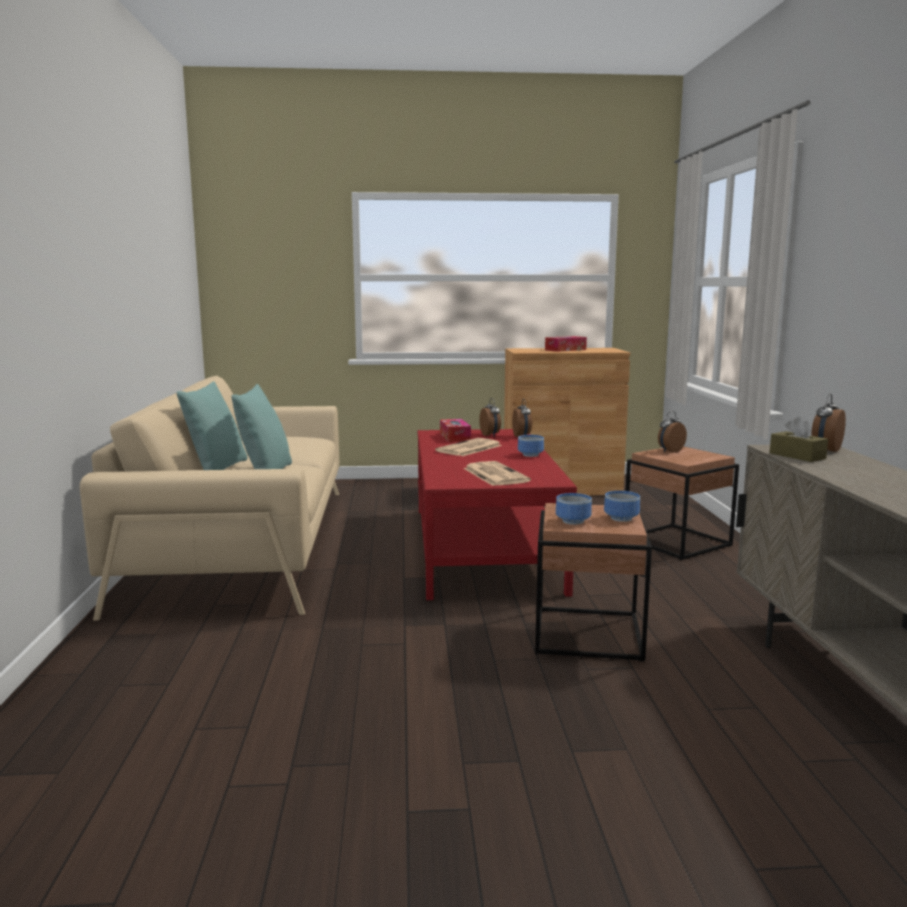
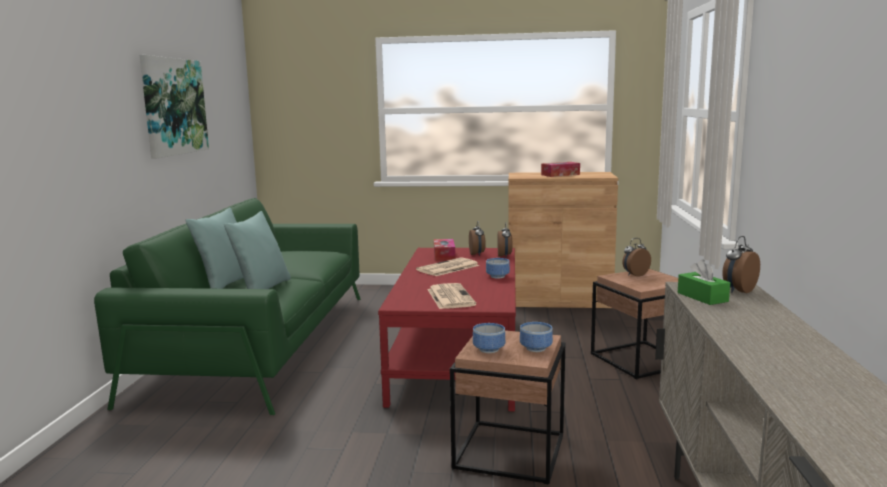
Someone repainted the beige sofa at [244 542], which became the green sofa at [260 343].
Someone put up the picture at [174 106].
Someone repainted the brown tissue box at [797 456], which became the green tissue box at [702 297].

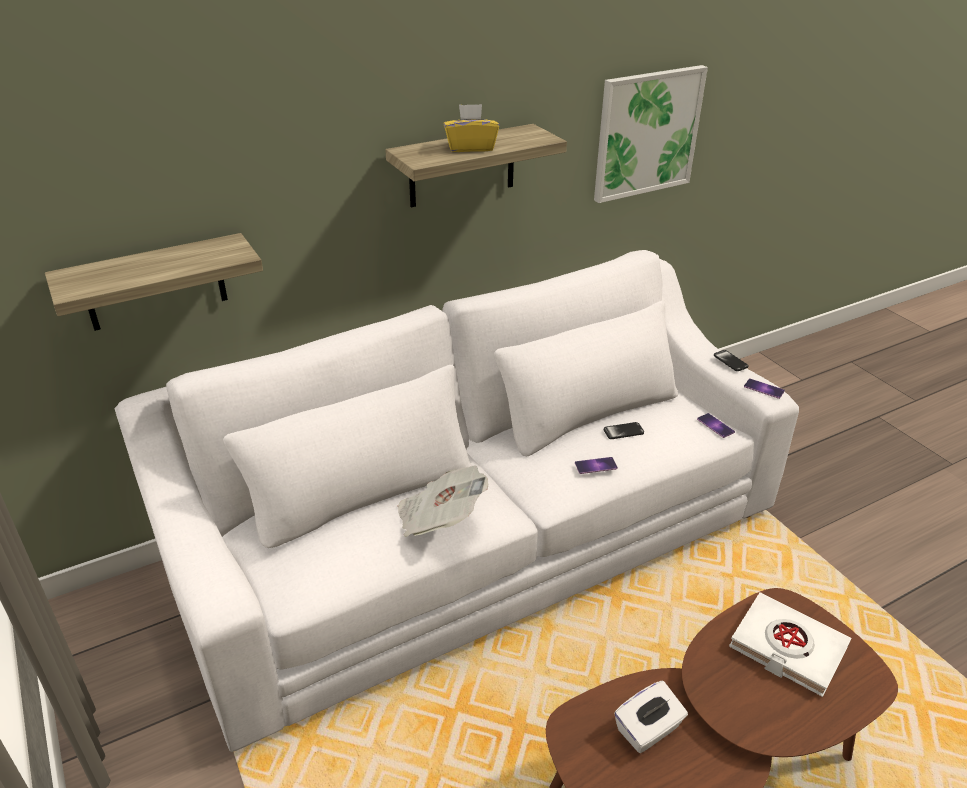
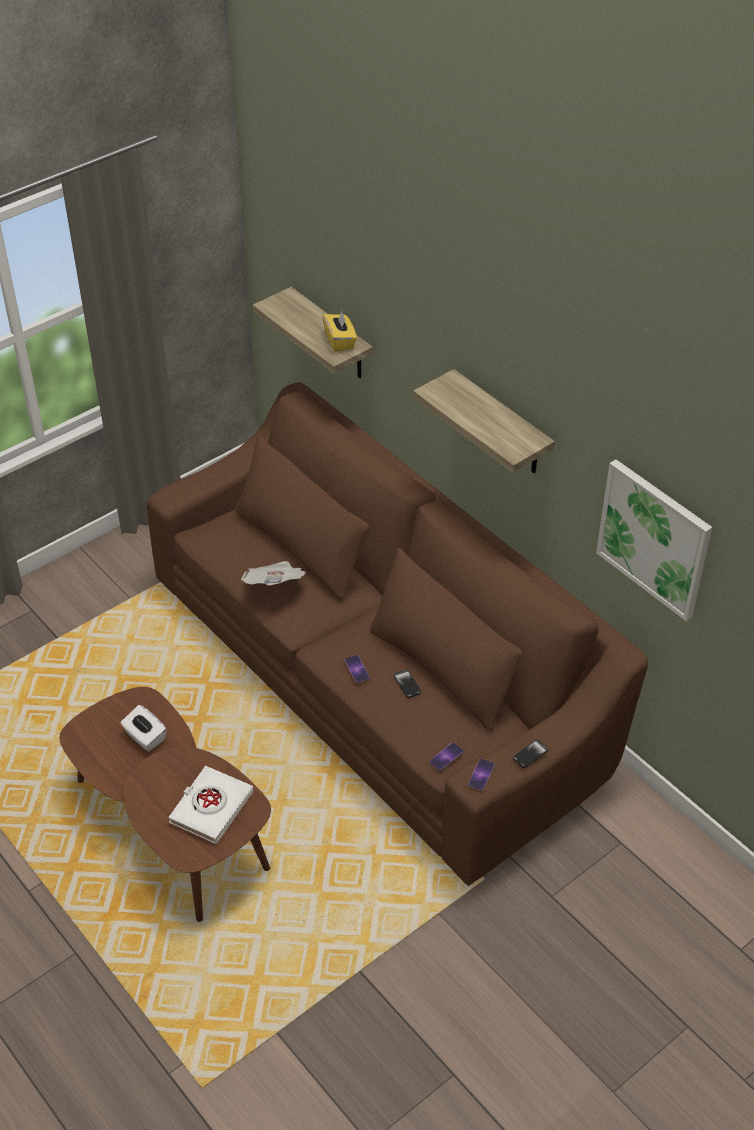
Someone repainted the white sofa at [481 538], which became the brown sofa at [378 674].
Someone carried the yellow tissue box from [470 147] to [340 341].

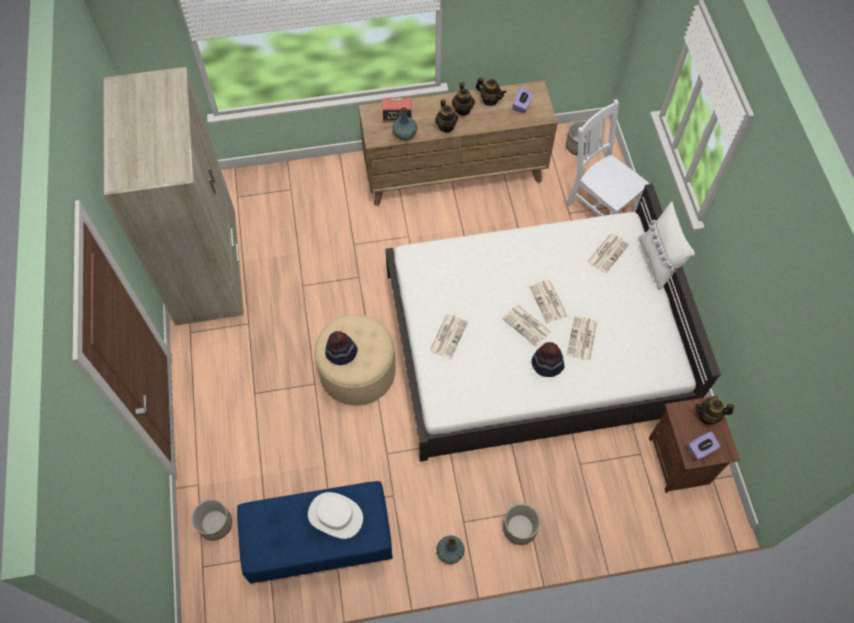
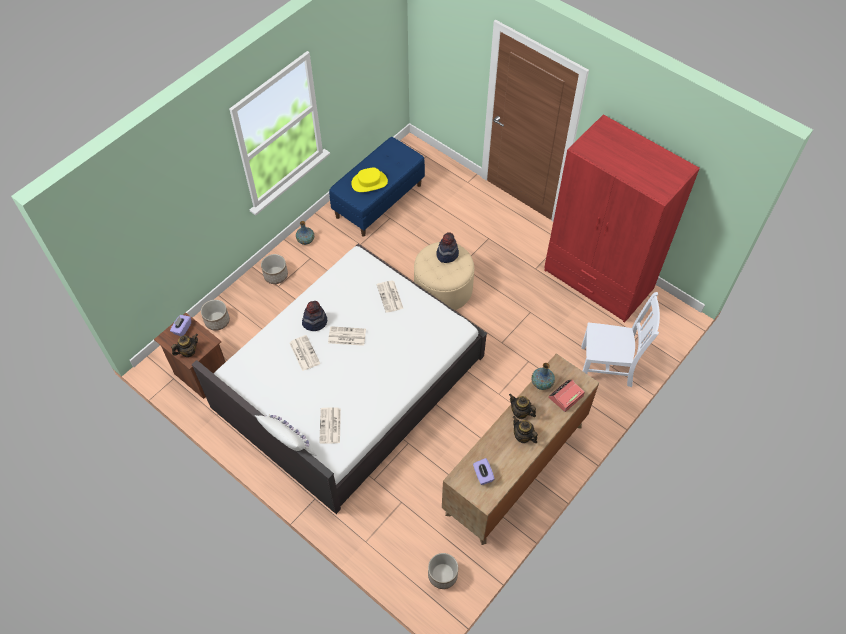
Someone carried the planter from [215 524] to [217 321].
Someone repainted the white hat at [335 515], which became the yellow hat at [369 182].
Someone repainted the beige wardrobe at [207 268], which became the red wardrobe at [598 280].
Someone carried the white chair from [599 206] to [608 366].
Someone took away the teapot at [489 100].
Someone took away the newspaper at [548 301].

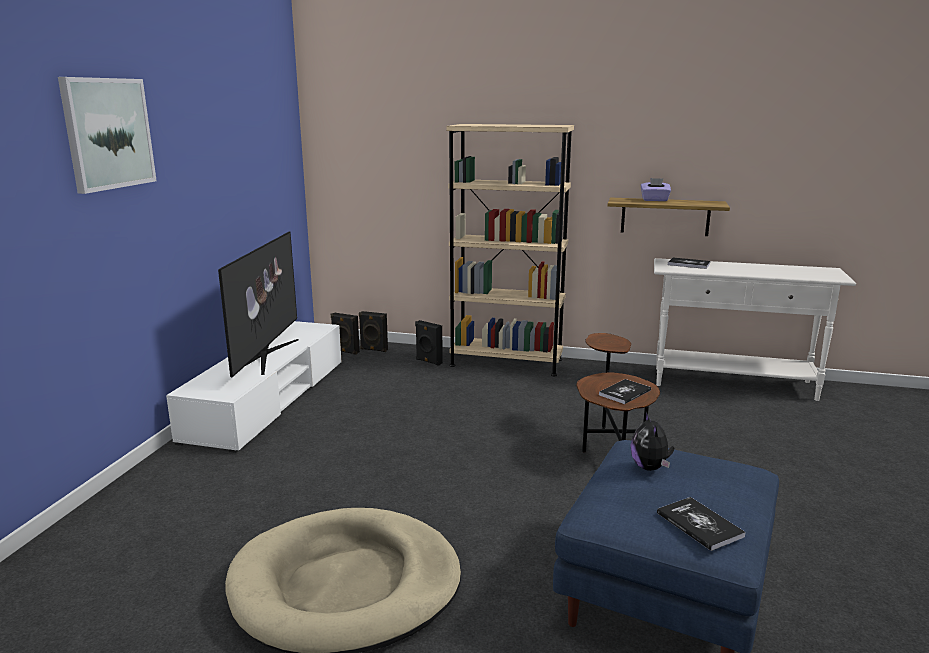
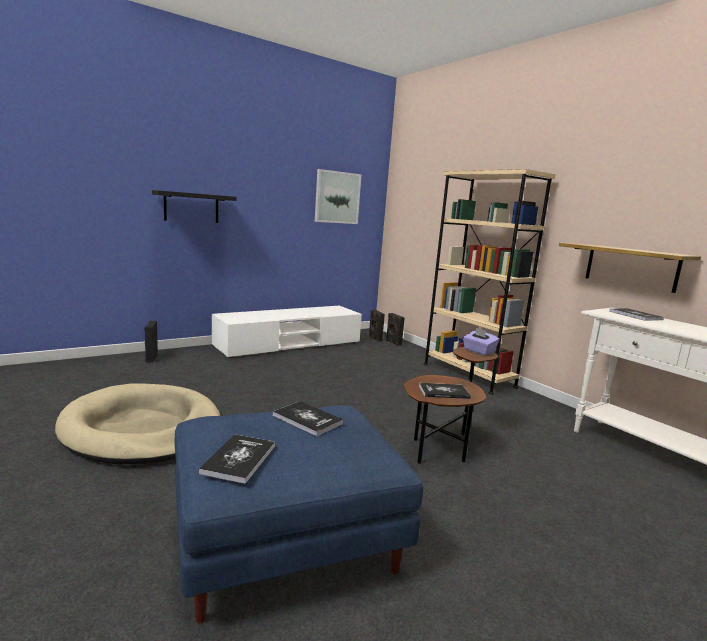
Someone carried the black speaker from [428 361] to [151 358].
Someone put up the black shelf at [191 207].
Someone swapped the plush toy at [650 467] for the book at [307 419].
Someone carried the picture from [108 133] to [337 197].
Someone carried the purple tissue box from [654 200] to [478 351].
Someone took away the television at [266 355].

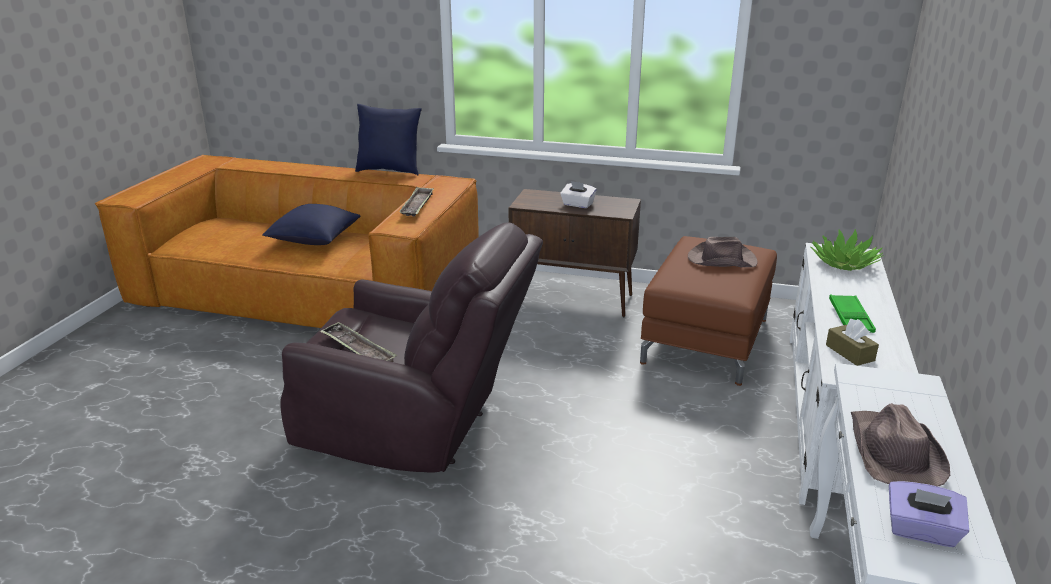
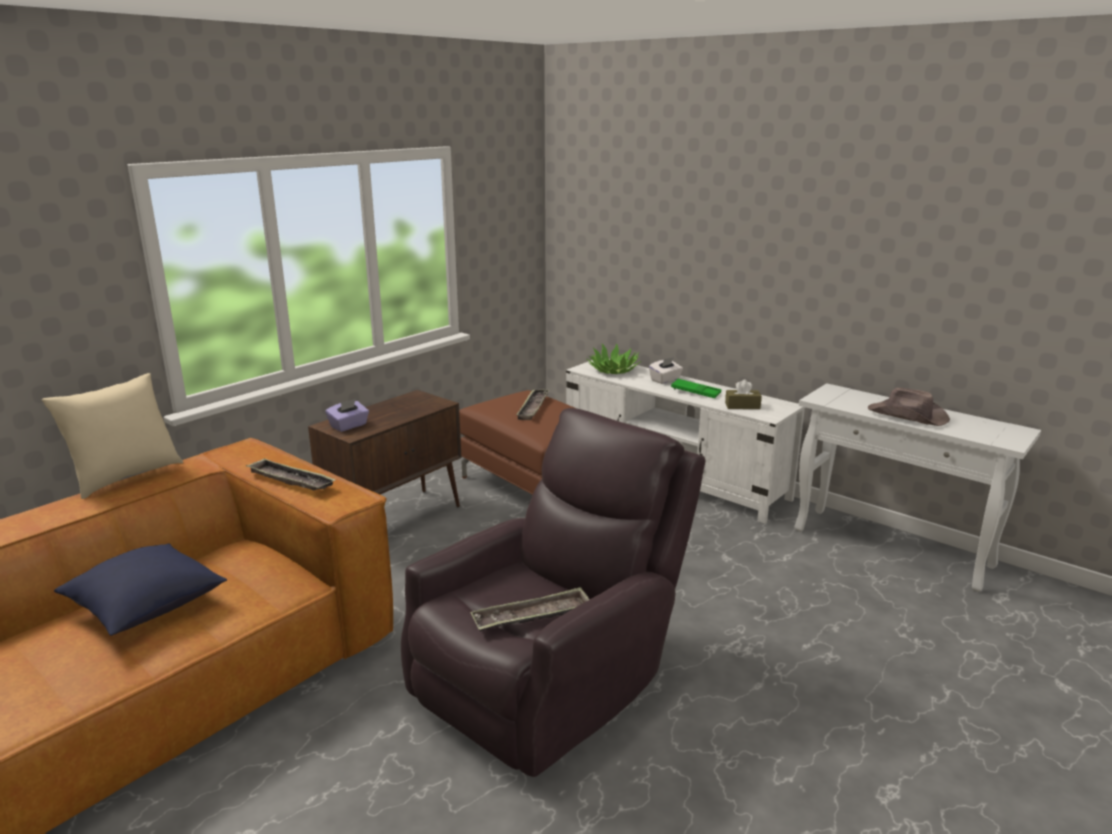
Someone repainted the blue pillow at [390 170], which became the beige pillow at [125 477].
Someone carried the purple tissue box from [921 531] to [349 426].
Someone swapped the brown hat at [721 260] for the tray at [533 407].
Someone carried the white tissue box from [577 204] to [665 380].

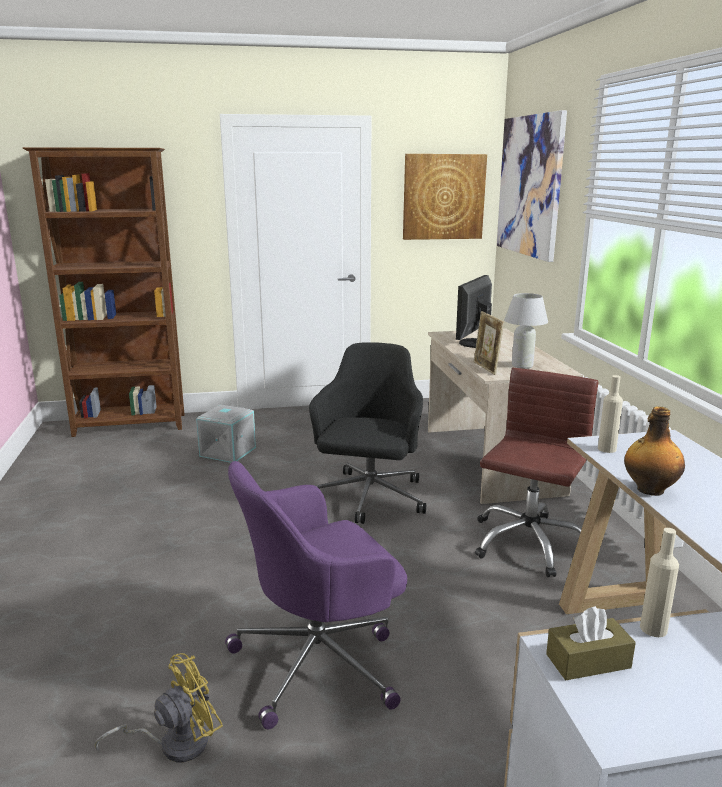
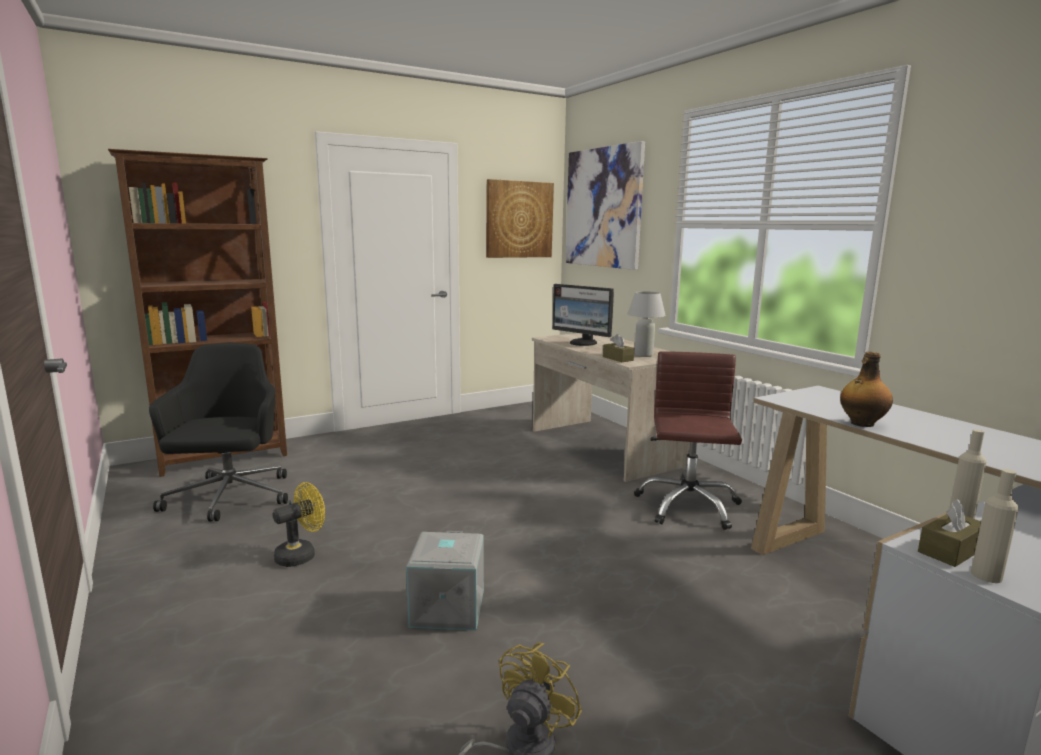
Someone carried the black office chair from [368 498] to [229 498].
Someone put down the yellow fan at [301 555].
Someone carried the grey storage box from [227 451] to [446 608].
Someone rotated the monitor at [474 344] by 60 degrees counterclockwise.
Someone swapped the picture frame at [486 368] for the brown tissue box at [618 358].
Someone carried the beige bottle from [606 449] to [986 576].
Someone took away the purple office chair at [320 661].

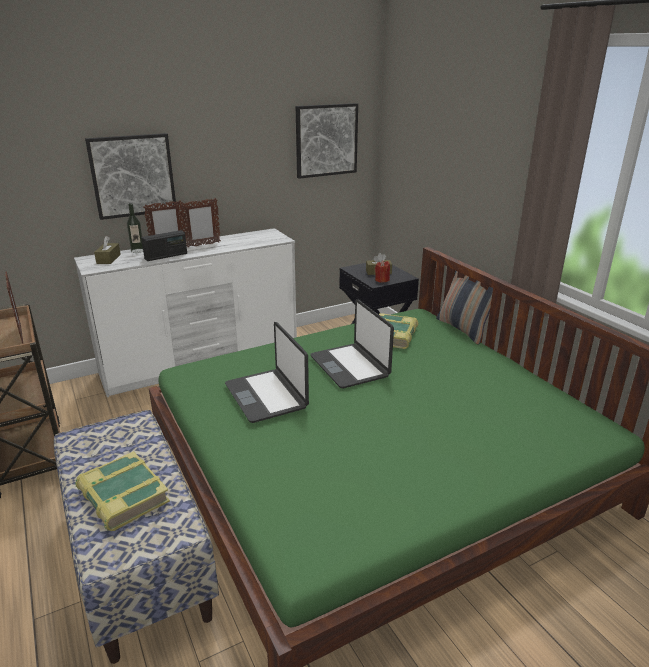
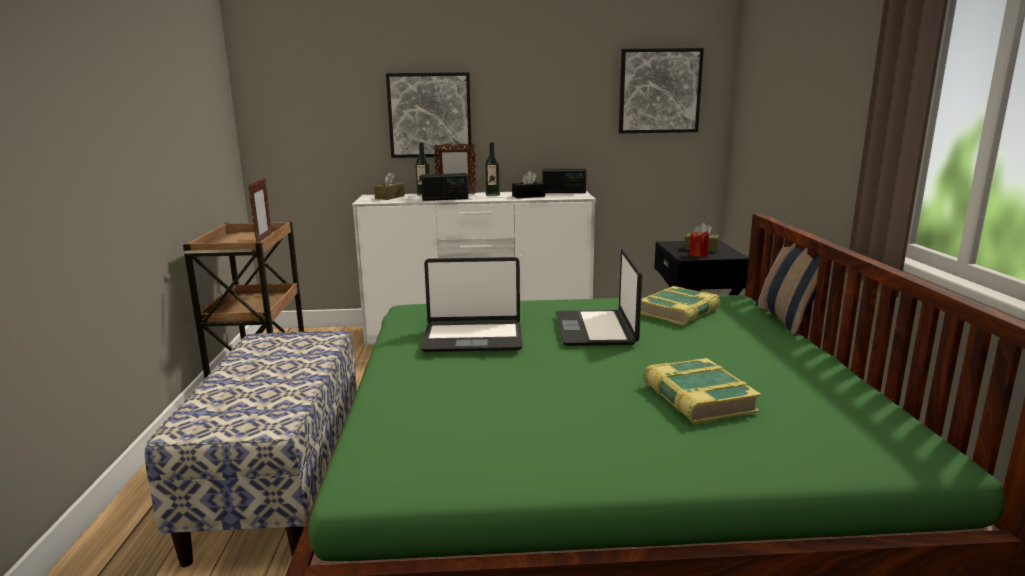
Someone rotated the laptop at [267 396] by 90 degrees counterclockwise.
Someone swapped the picture frame at [203 245] for the bottle at [492 195].
Someone put down the black tissue box at [528 196].
Someone put down the radio at [564 192].
Someone carried the book from [122 497] to [697 399].

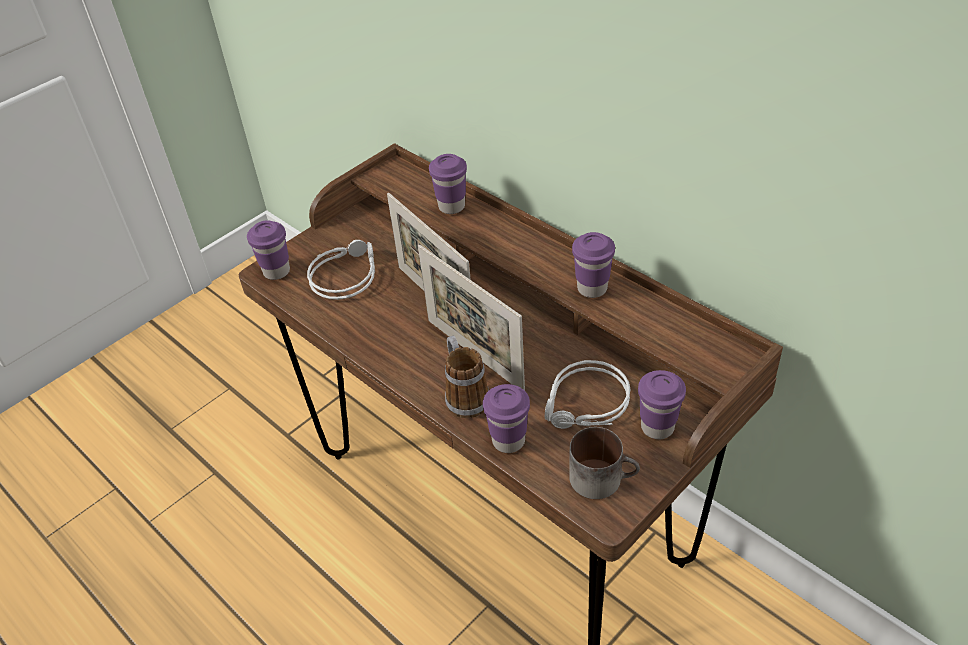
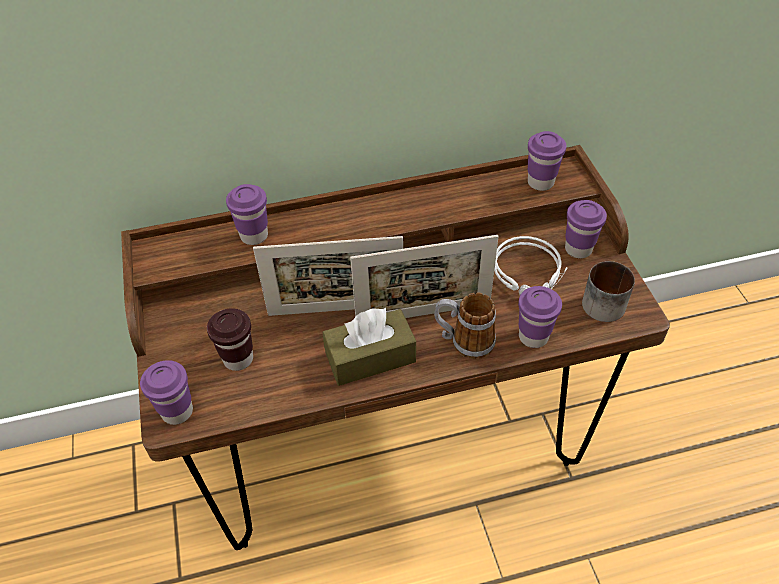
Someone swapped the grey headphones at [345 275] for the brown cup at [238 359].
Someone put down the brown tissue box at [370 357].
Someone carried the purple cup from [592 288] to [540 182].

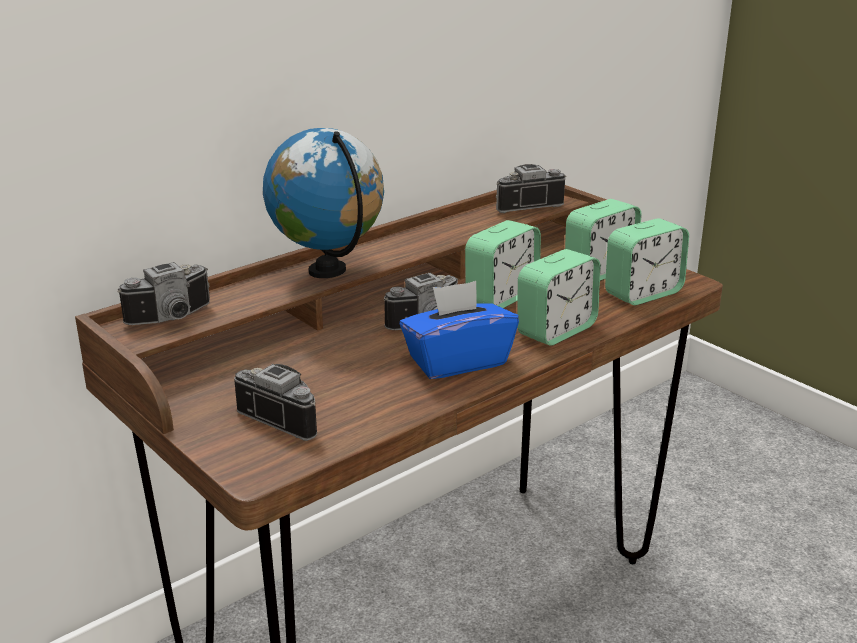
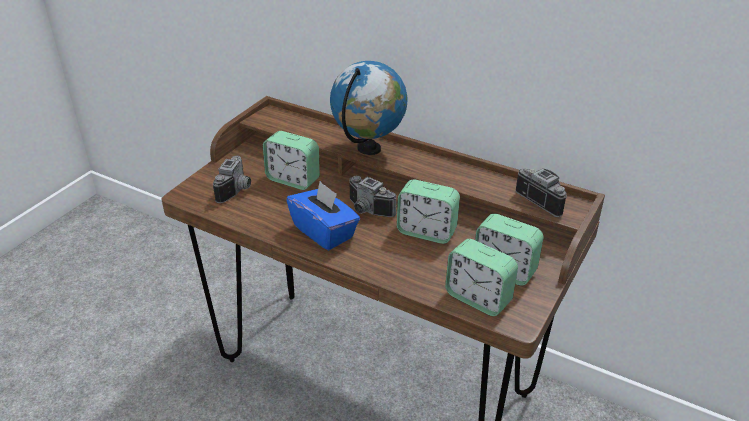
Someone carried the alarm clock from [556 330] to [293 179].
Someone took away the photo camera at [173 318].

